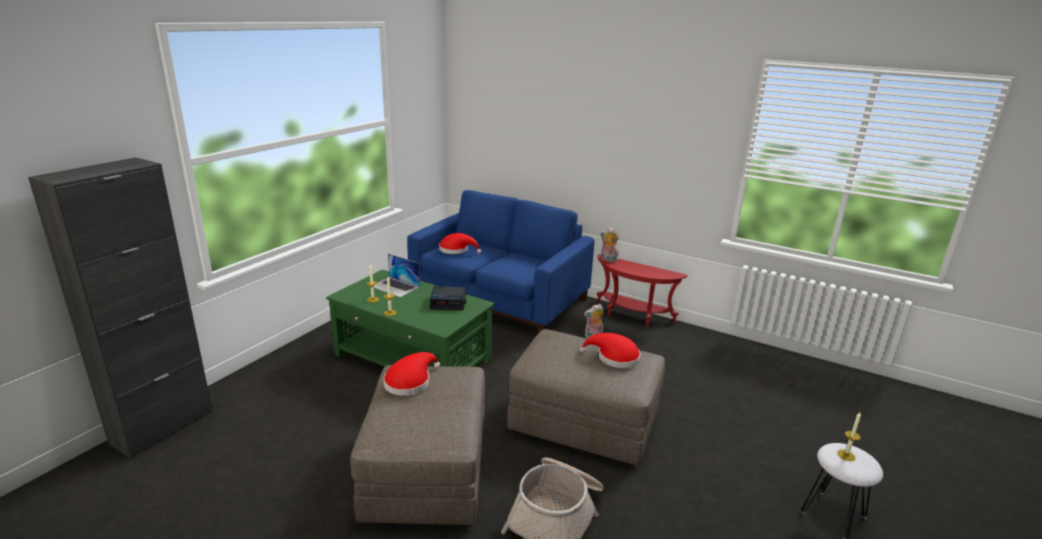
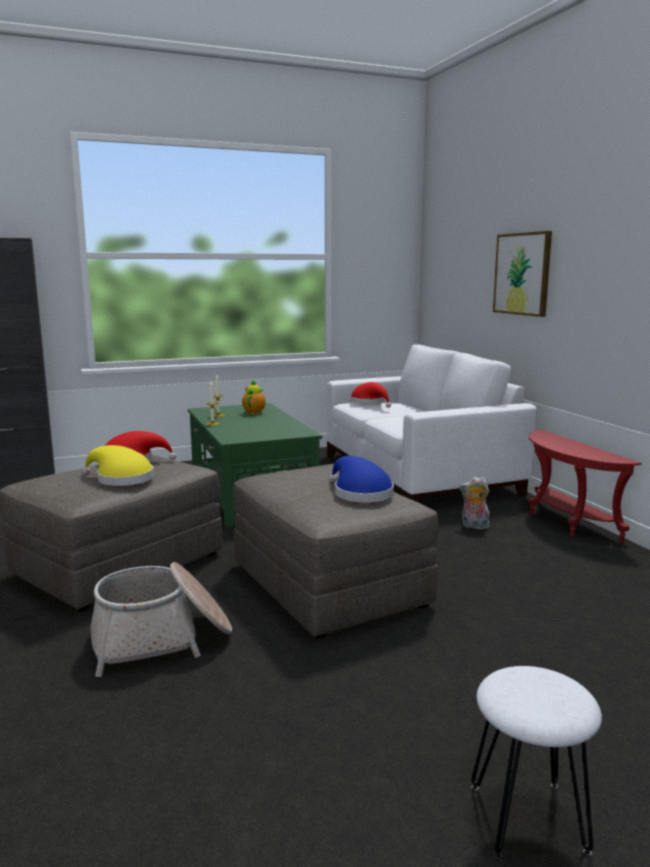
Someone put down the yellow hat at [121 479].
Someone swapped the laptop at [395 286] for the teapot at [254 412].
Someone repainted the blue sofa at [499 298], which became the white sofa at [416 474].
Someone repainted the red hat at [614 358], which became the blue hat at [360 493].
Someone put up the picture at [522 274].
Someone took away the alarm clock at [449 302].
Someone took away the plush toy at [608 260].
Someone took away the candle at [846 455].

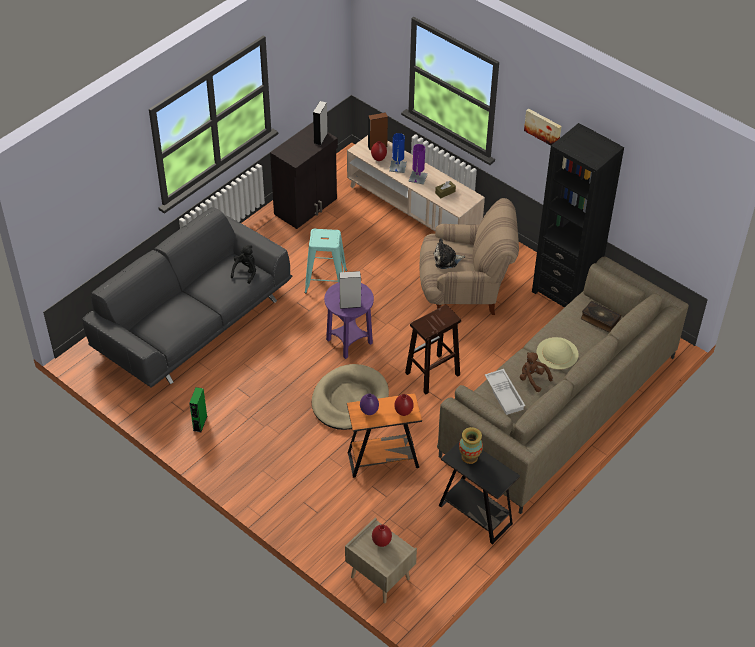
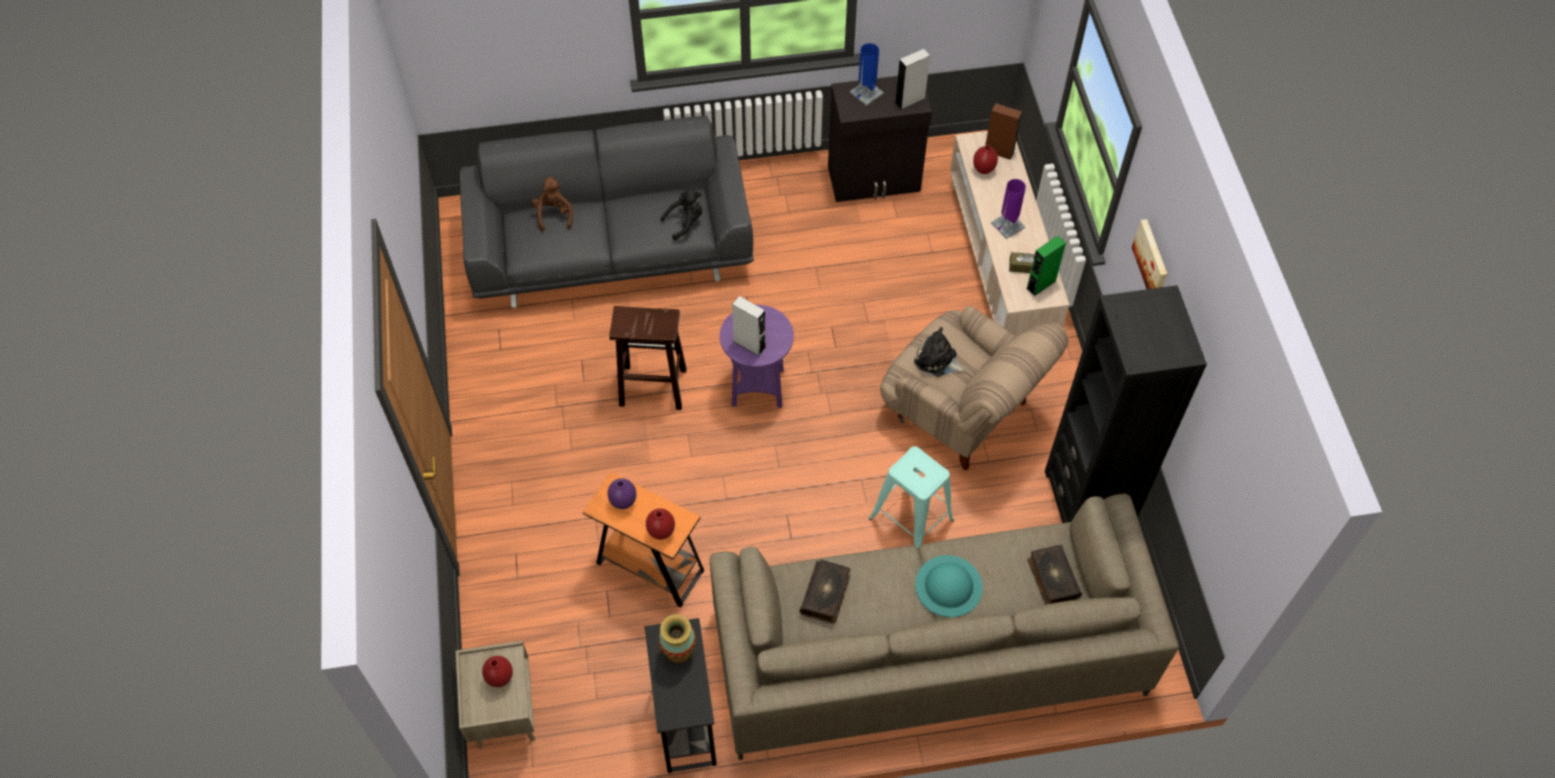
Someone carried the brown plush toy from [533 379] to [554 214].
Someone carried the brown stool from [432 374] to [651 387].
Someone swapped the white tray at [505 394] for the book at [826 595].
Someone carried the blue table lamp from [397 167] to [866 93].
Someone carried the turquoise stool from [326 281] to [911 519].
Someone repainted the beige hat at [557 353], which became the turquoise hat at [949 586].
Someone carried the green speaker from [200 423] to [1041 284].
Someone took away the beige dog bed at [349 400].

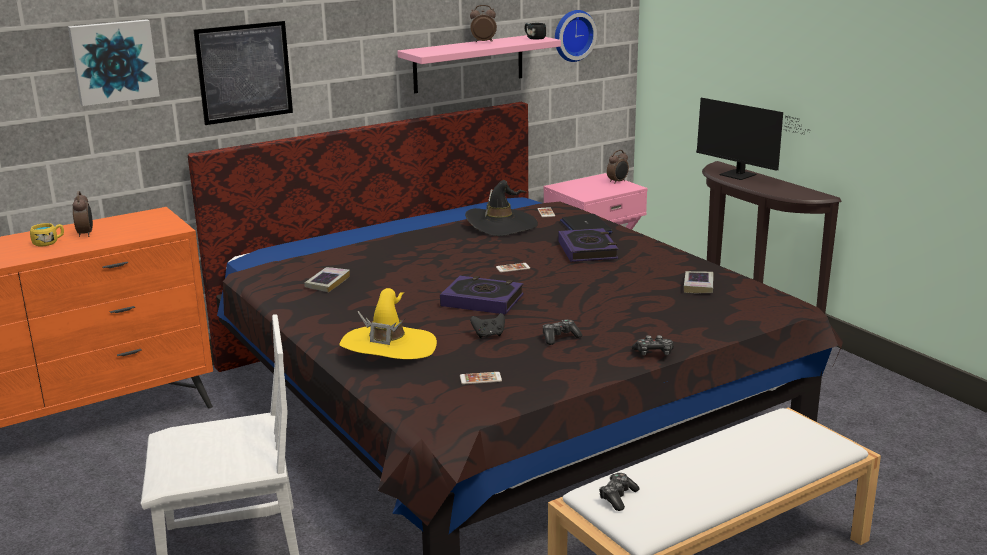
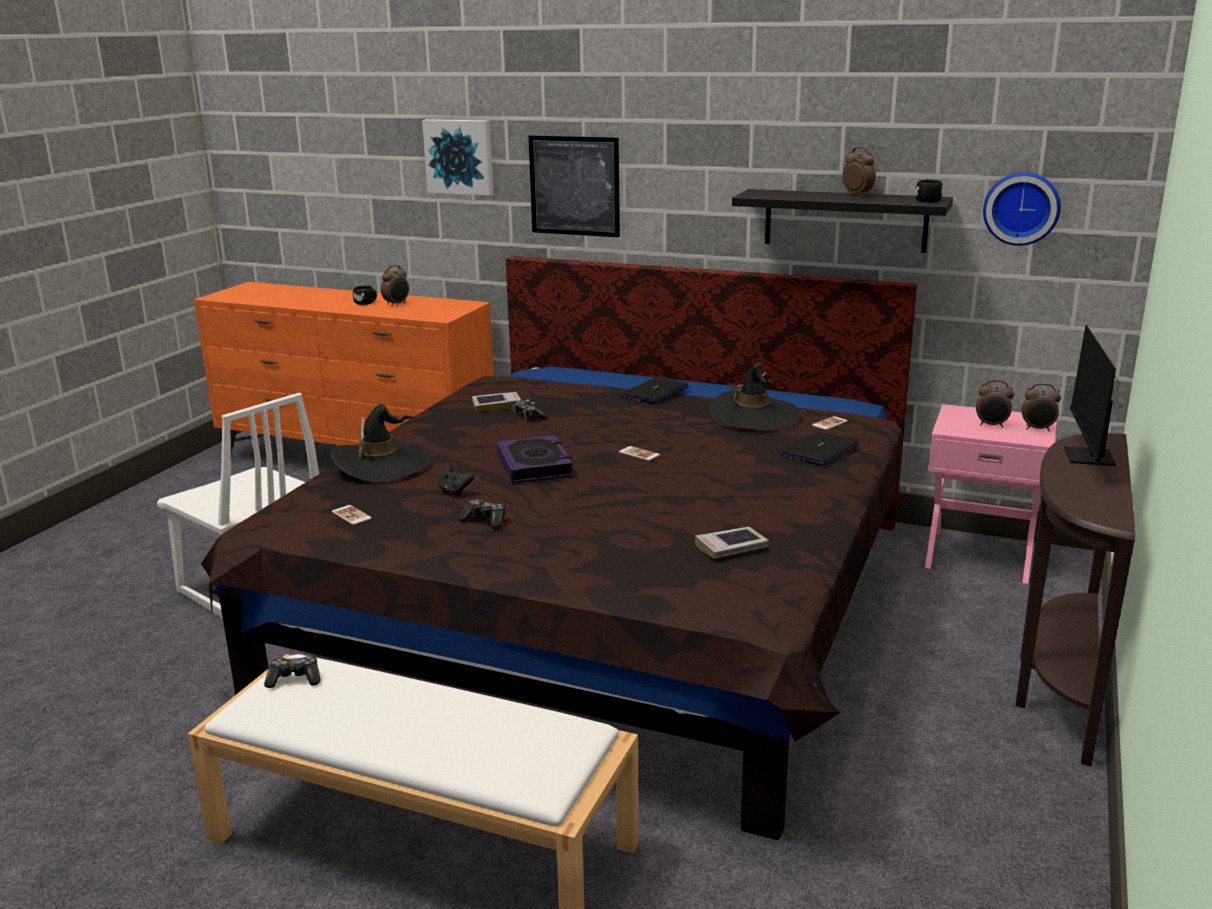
Someone repainted the yellow hat at [388 347], which became the black hat at [382 465].
Someone repainted the yellow mug at [49 242], which became the black mug at [366 303].
Someone carried the game controller from [653 353] to [528 416].
Someone put down the laptop at [655 392].
Someone repainted the pink shelf at [468 63], which became the black shelf at [845 220].
Someone put down the alarm clock at [991 425].
Someone took away the book at [587 250].

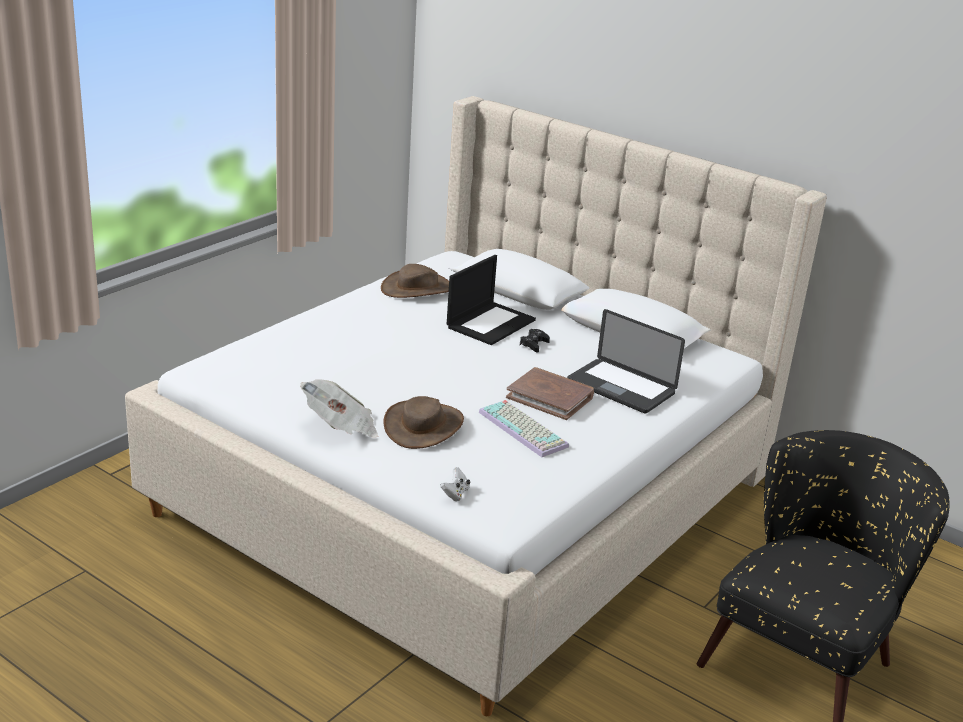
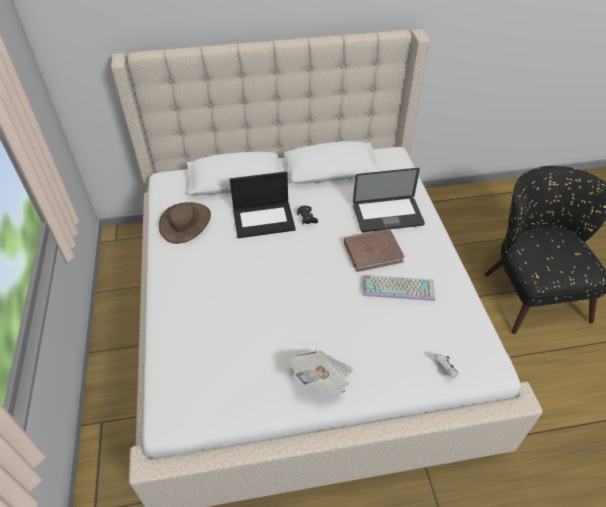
Someone rotated the laptop at [490 323] by 90 degrees clockwise.
Someone took away the brown hat at [424 426].

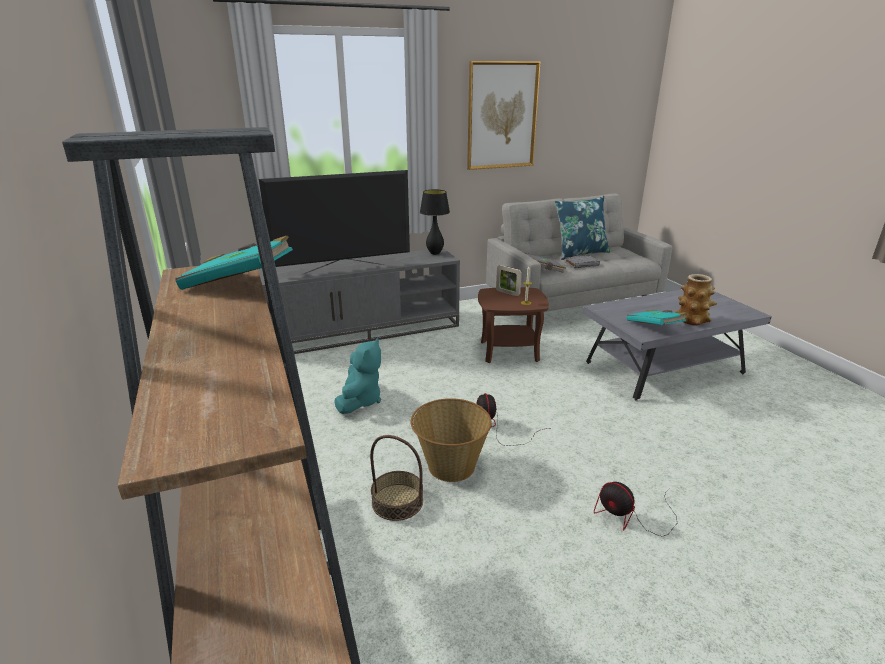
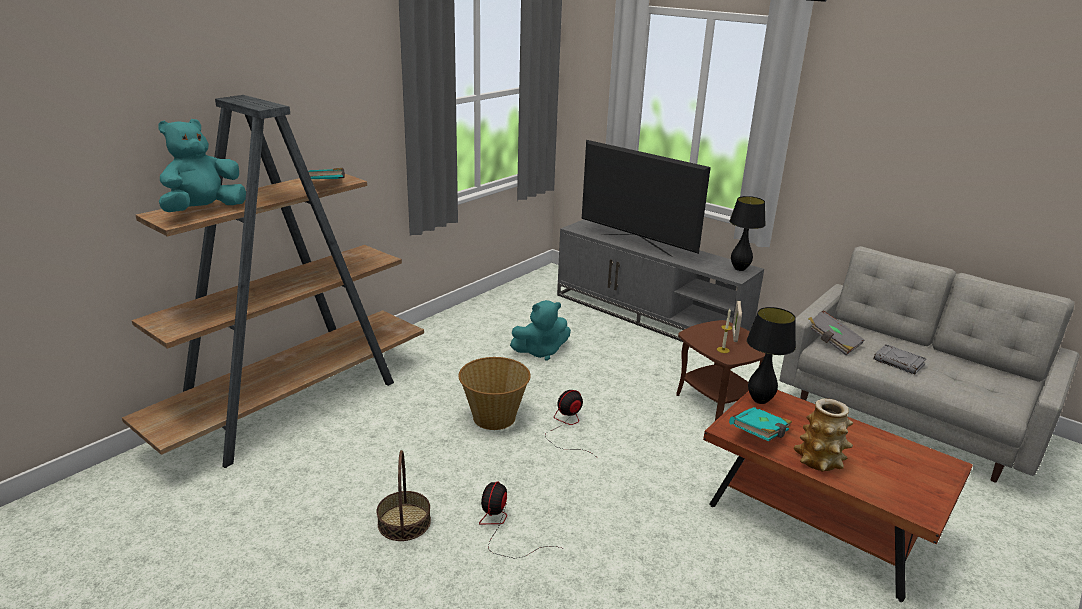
Someone put down the turquoise plush toy at [204 210].
Someone carried the basket from [397 502] to [404 522].
Someone repainted the grey coffee table at [663 369], which became the brown coffee table at [818 521].
Someone put down the black table lamp at [760 400].
Someone took away the picture at [502 116].
Someone took away the blue pillow at [579 253].

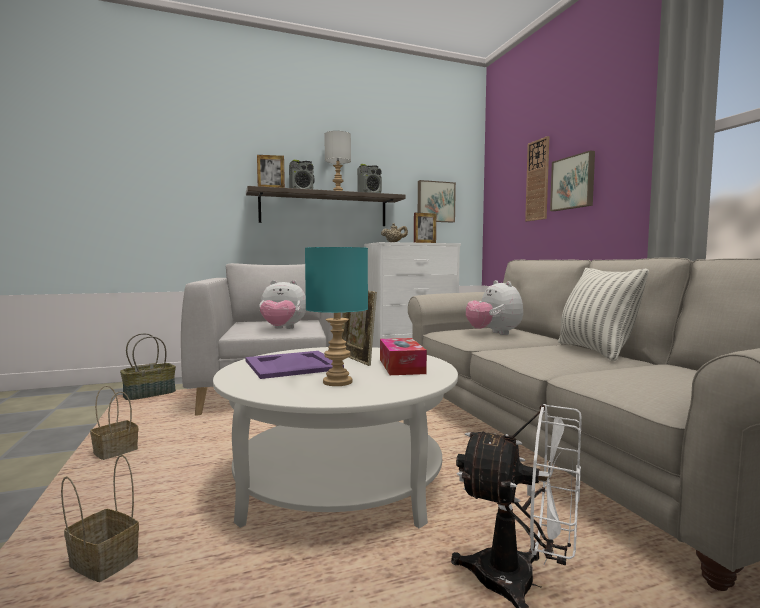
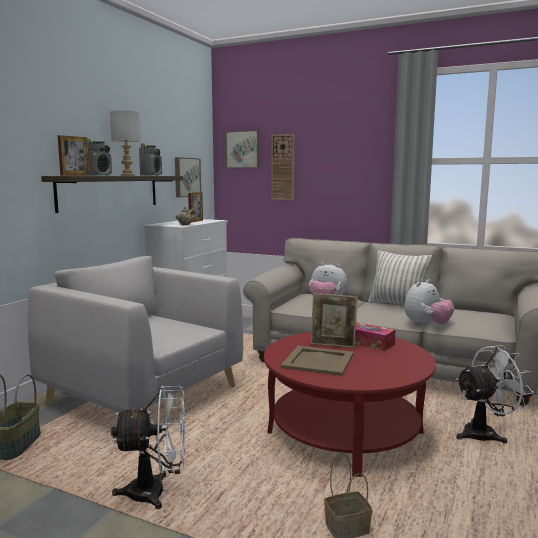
Someone swapped the basket at [116 452] for the white fan at [157 492].
Someone carried the picture from [573 182] to [243 149].
Someone repainted the white coffee table at [339 482], which became the red coffee table at [345 432].
Someone repainted the purple tray at [293 365], which became the beige tray at [317 360].
Someone carried the plush toy from [282 329] to [426 325].
Someone took away the turquoise table lamp at [338 382].

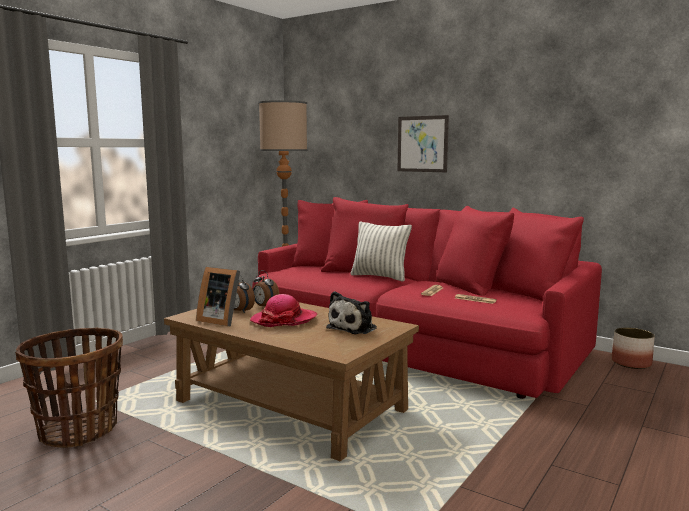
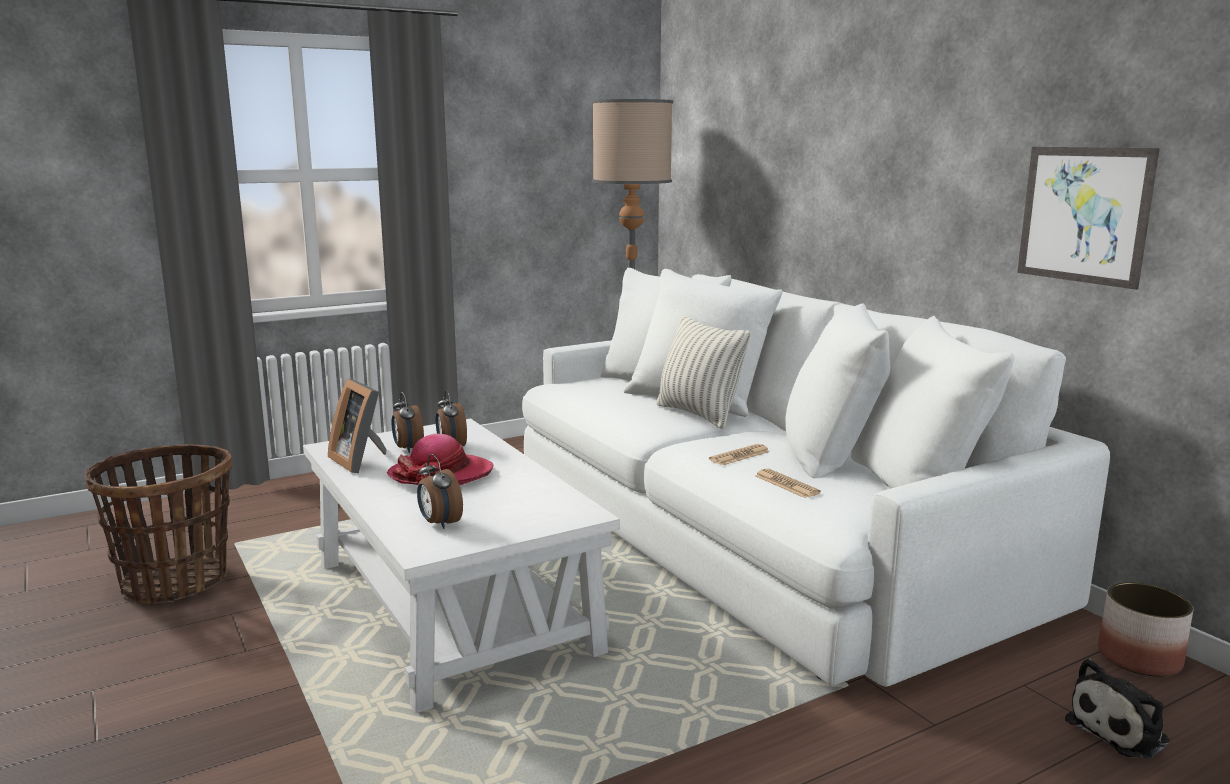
Someone repainted the brown coffee table at [291 405], which became the white coffee table at [452 605].
Someone put down the alarm clock at [439 523].
Someone repainted the red sofa at [414 343], which became the white sofa at [756 534].
Someone carried the picture from [422 144] to [1084 215].
Someone carried the plush toy from [354 328] to [1121 730].

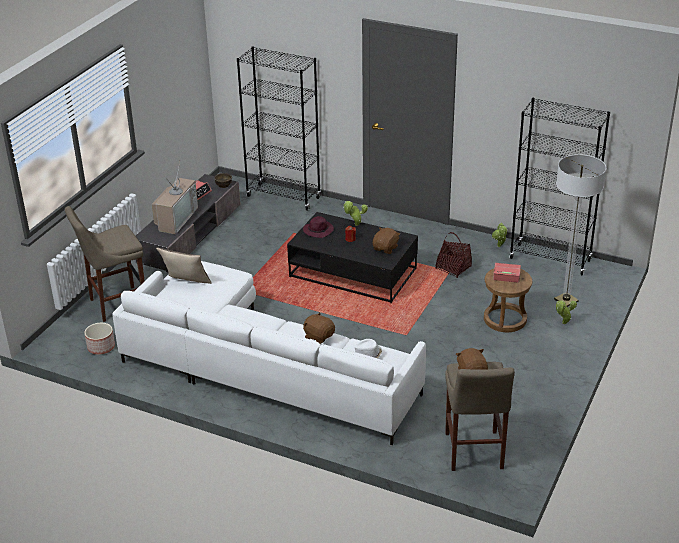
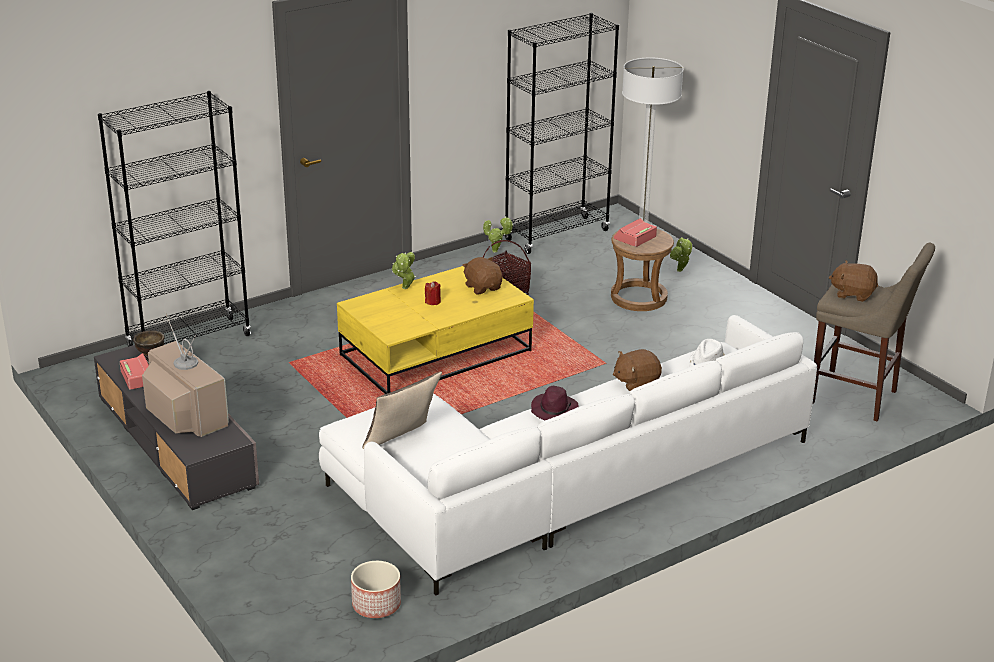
Someone repainted the black coffee table at [352 273], which became the yellow coffee table at [435 354].
Someone carried the purple hat from [319 230] to [554 410].
Someone took away the beige stool at [115 304].

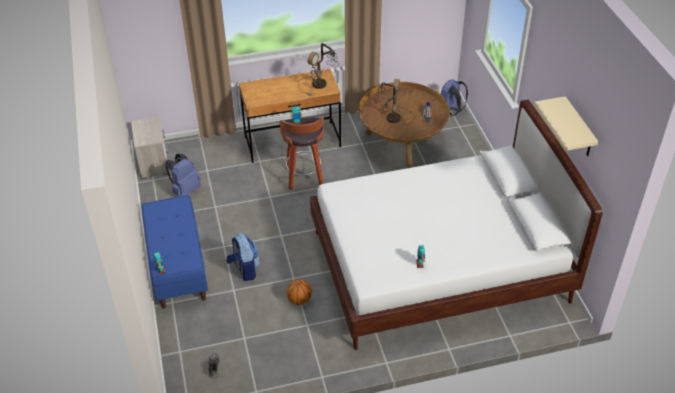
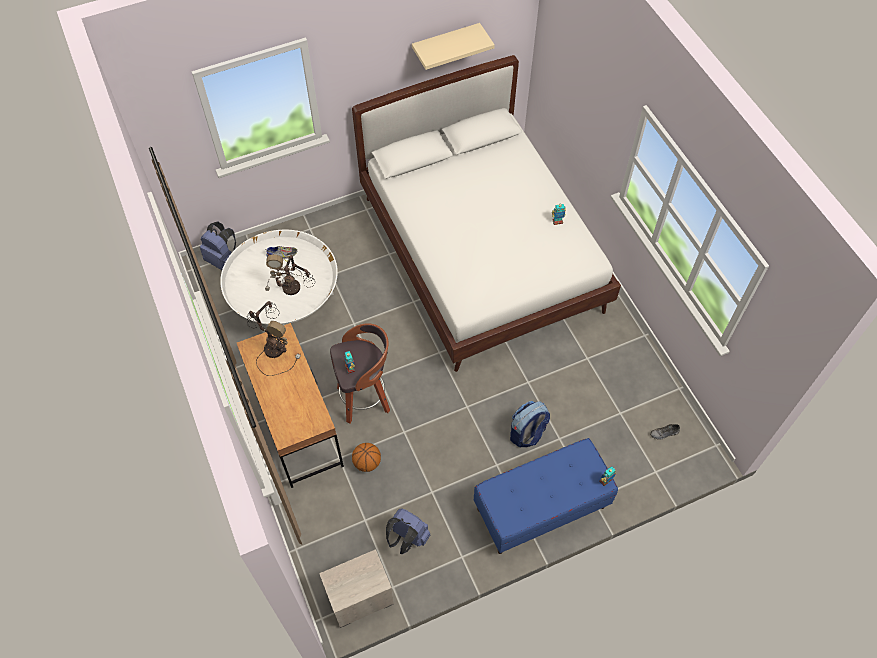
Someone repainted the brown coffee table at [402 142], which became the white coffee table at [286 304].
Someone carried the basketball from [299 300] to [367 462].

